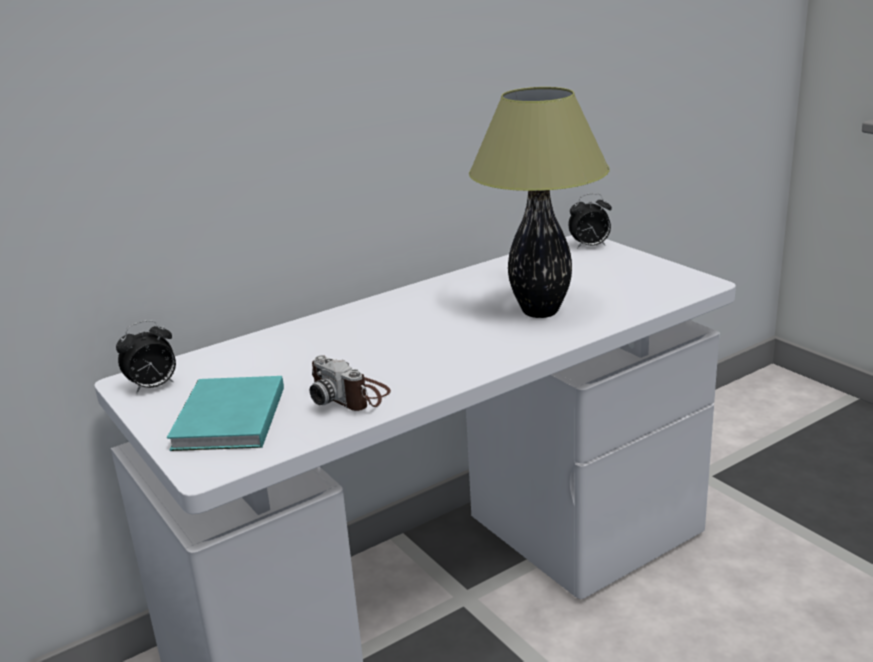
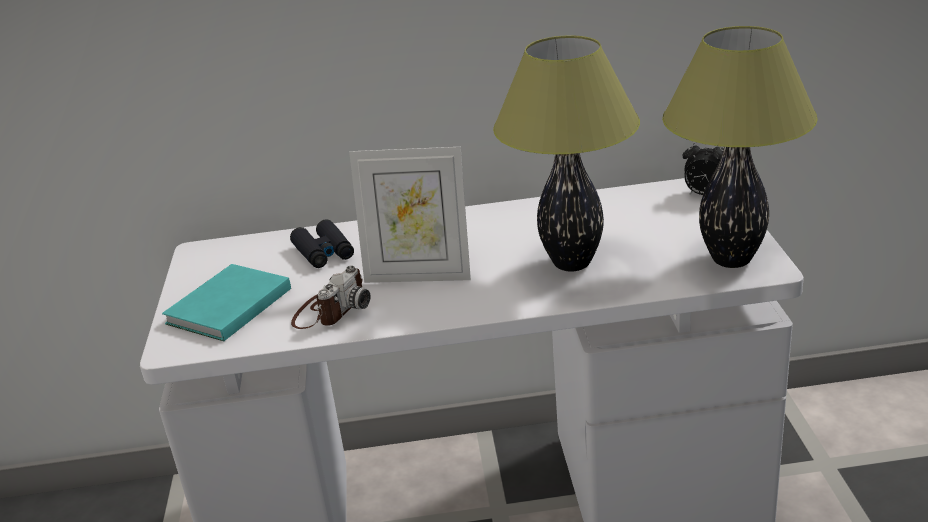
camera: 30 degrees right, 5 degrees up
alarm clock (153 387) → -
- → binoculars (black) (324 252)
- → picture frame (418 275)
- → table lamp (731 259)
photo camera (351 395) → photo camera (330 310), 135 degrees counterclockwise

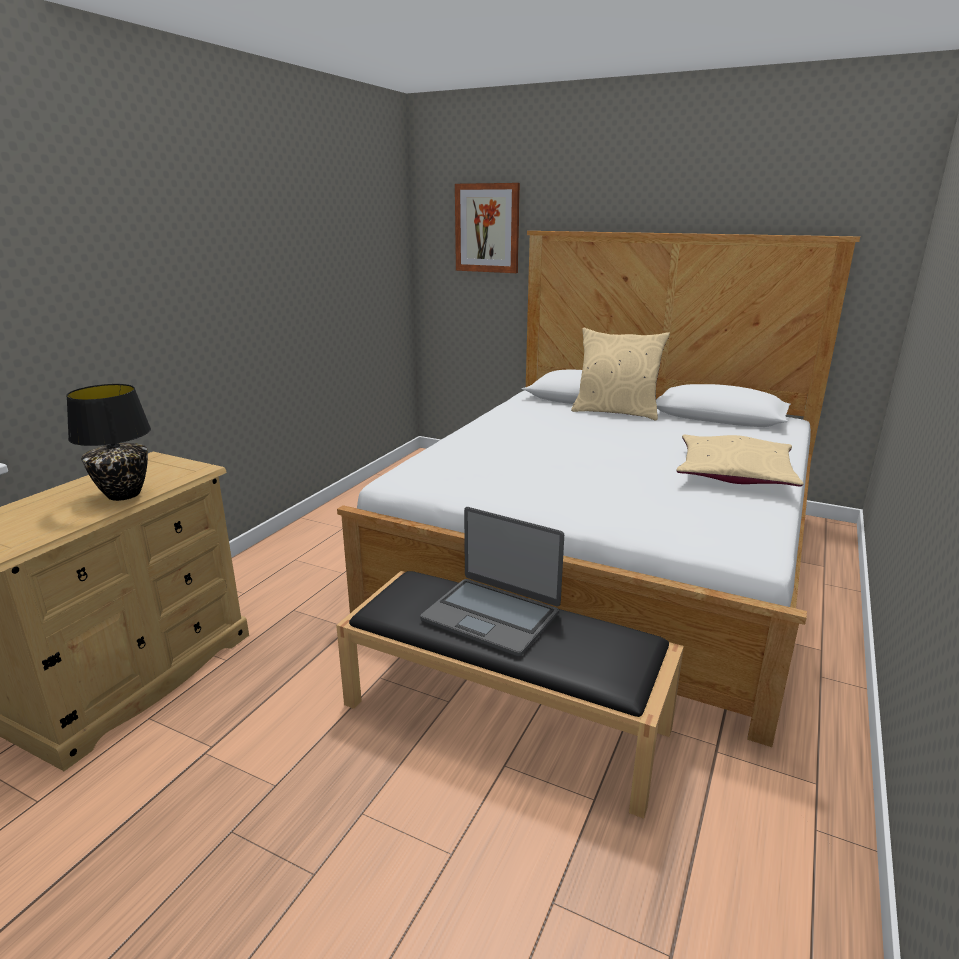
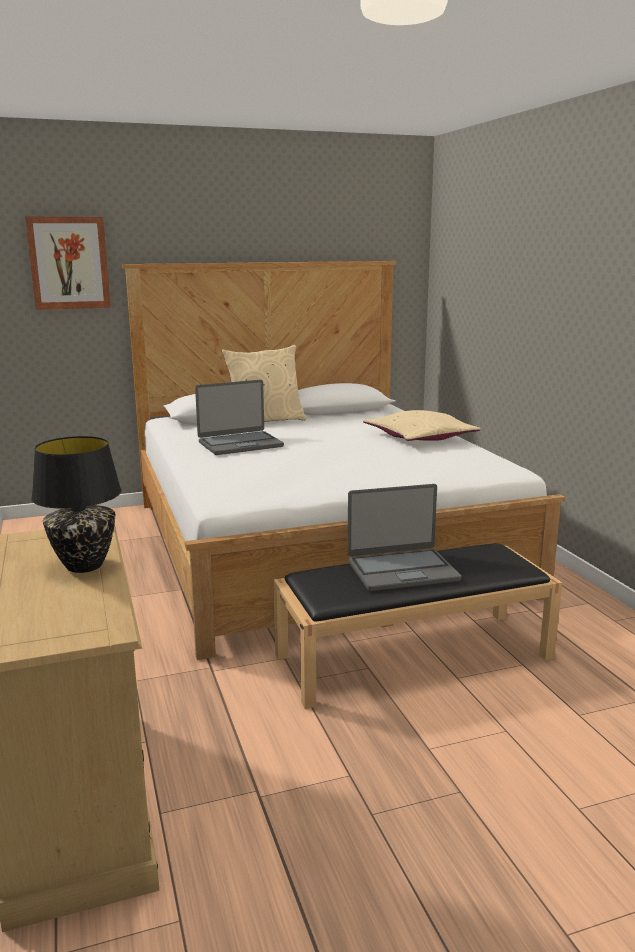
camera: 45 degrees left, 5 degrees down
- → laptop (240 444)

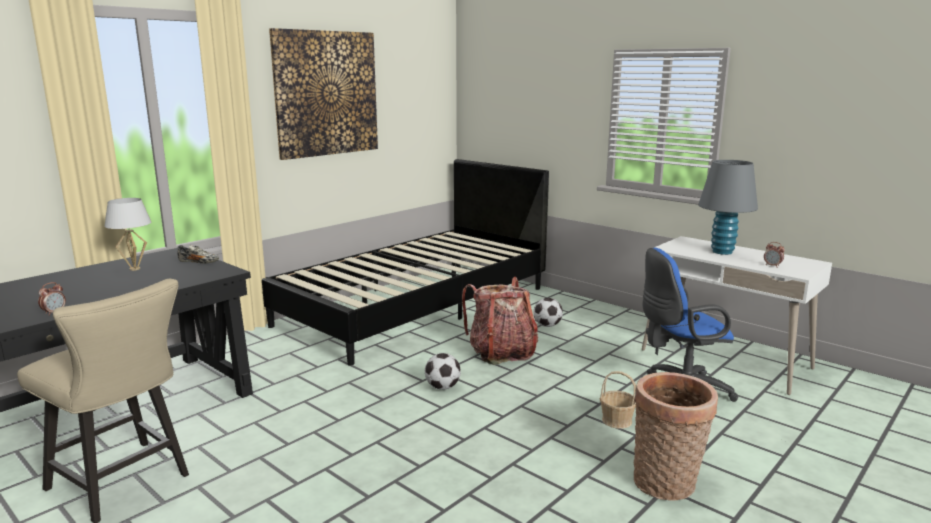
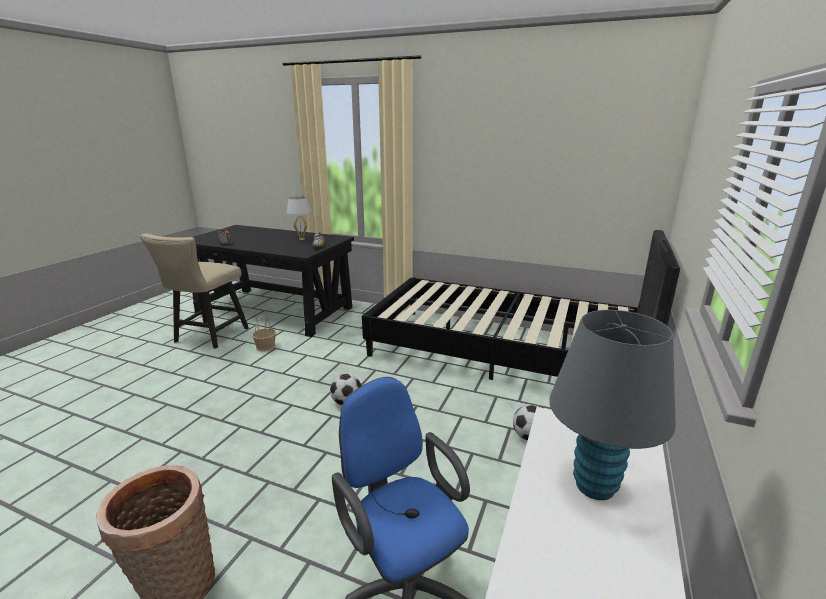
camera: 70 degrees right, 5 degrees up
picture (326 93) → -
backpack (501 353) → -
alarm clock (772 266) → -
basket (616 420) → basket (265 346), shifted

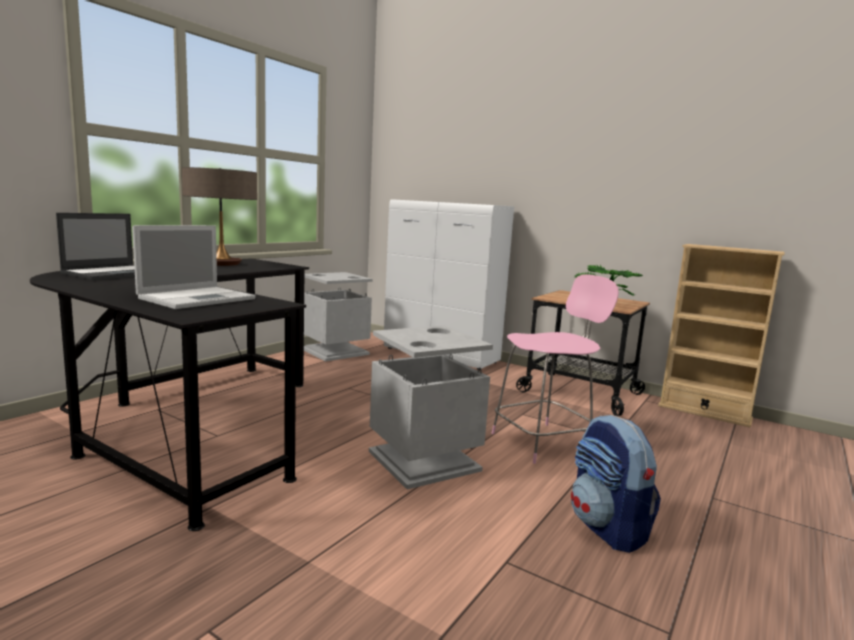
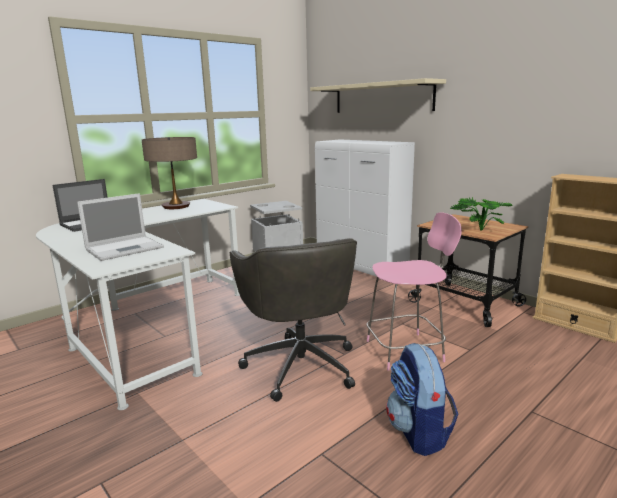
camera: 15 degrees right, 5 degrees up
- → shelf (beige) (382 98)
trash can (grey) (423 461) → office chair (grey) (300 364)
desk (black) (188 426) → desk (white) (149 327)

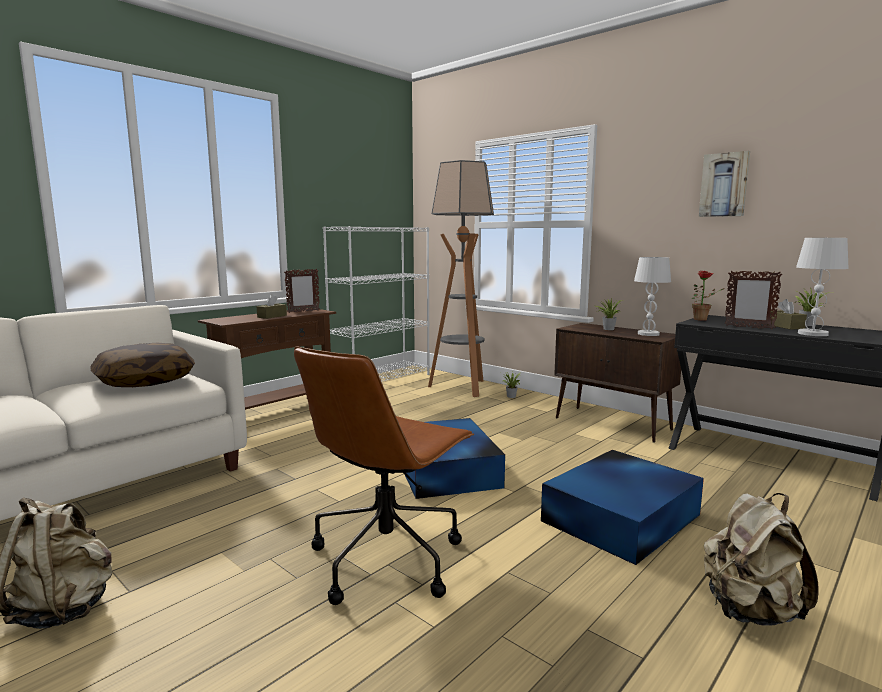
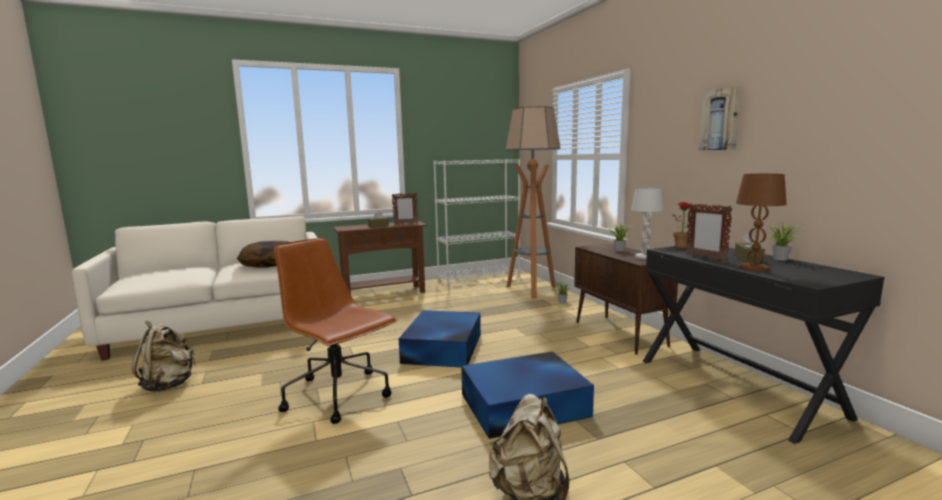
camera: 25 degrees right, 0 degrees up
table lamp (white) (813 334) → table lamp (brown) (754 268)
office chair (brown) (387 558) → office chair (brown) (339 396), 75 degrees clockwise

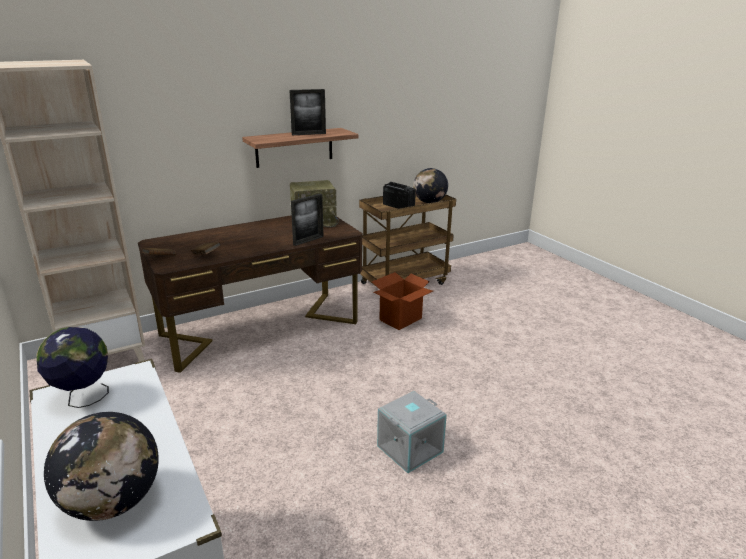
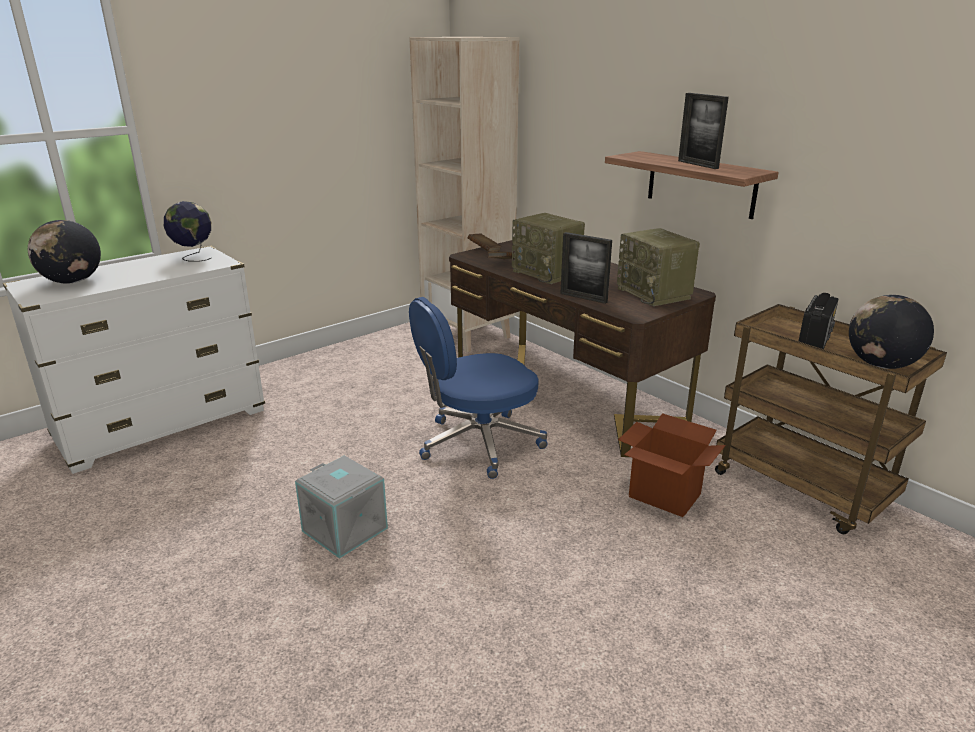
camera: 80 degrees right, 0 degrees up
- → office chair (blue) (478 444)
- → radio (548 273)

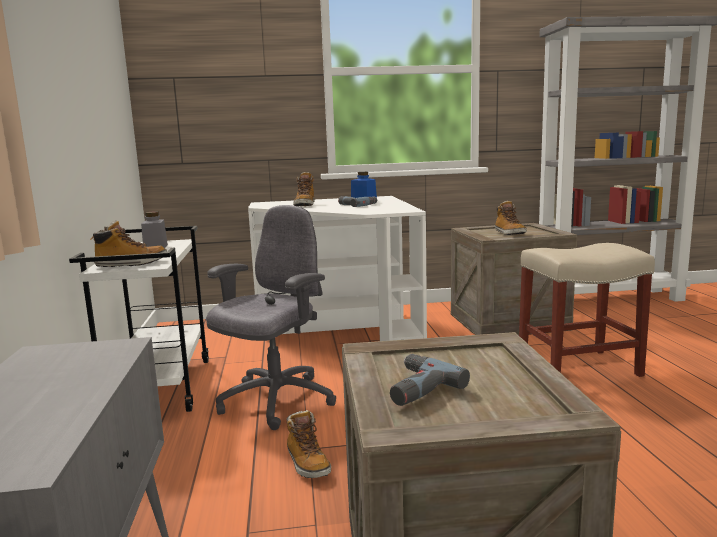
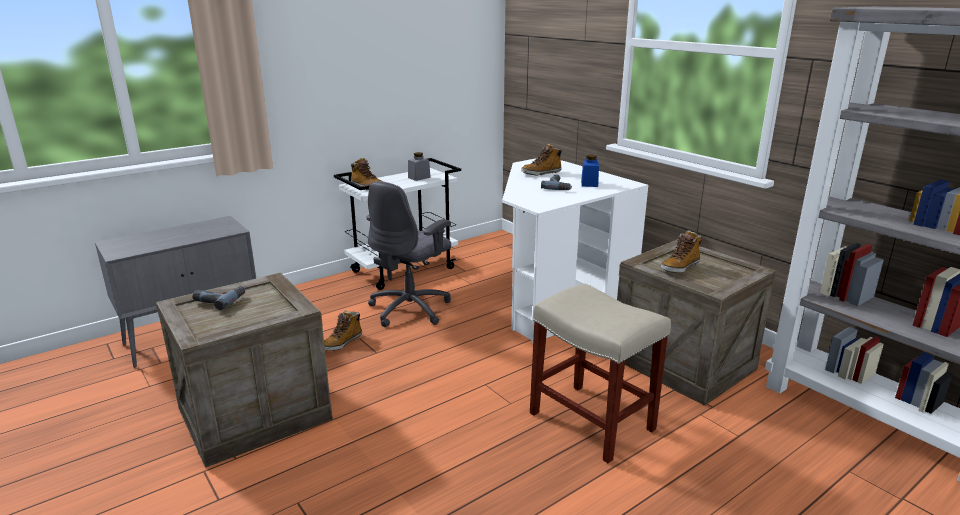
camera: 60 degrees right, 10 degrees up
office chair (grey) (275 402) → office chair (grey) (411 309), 120 degrees clockwise

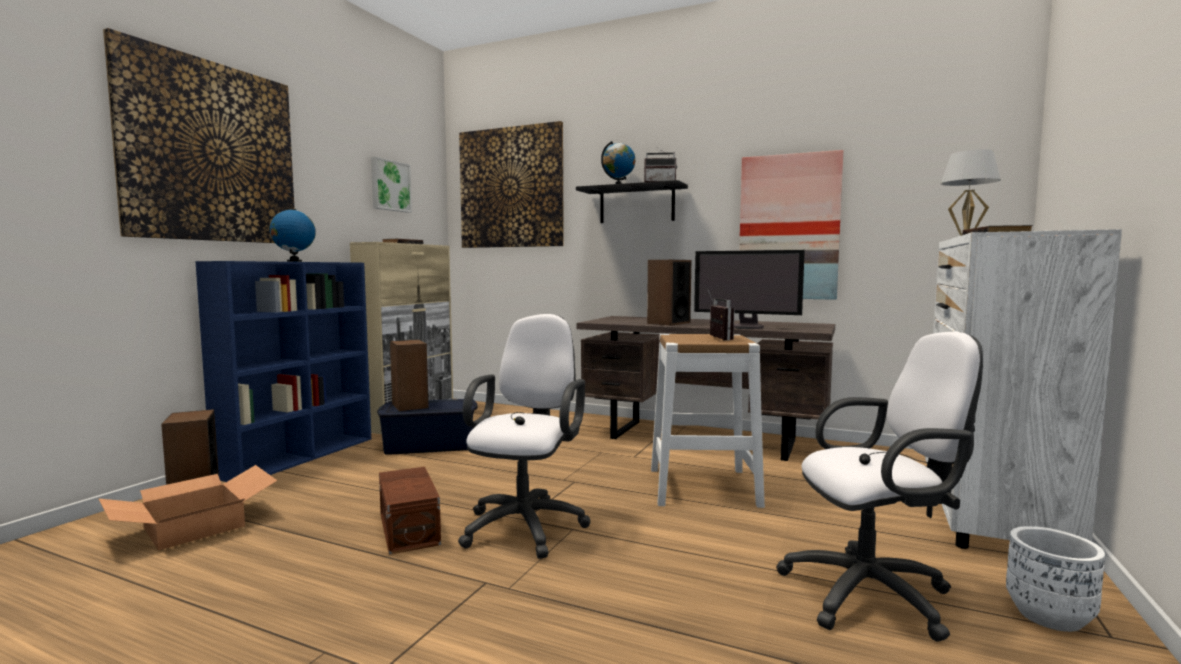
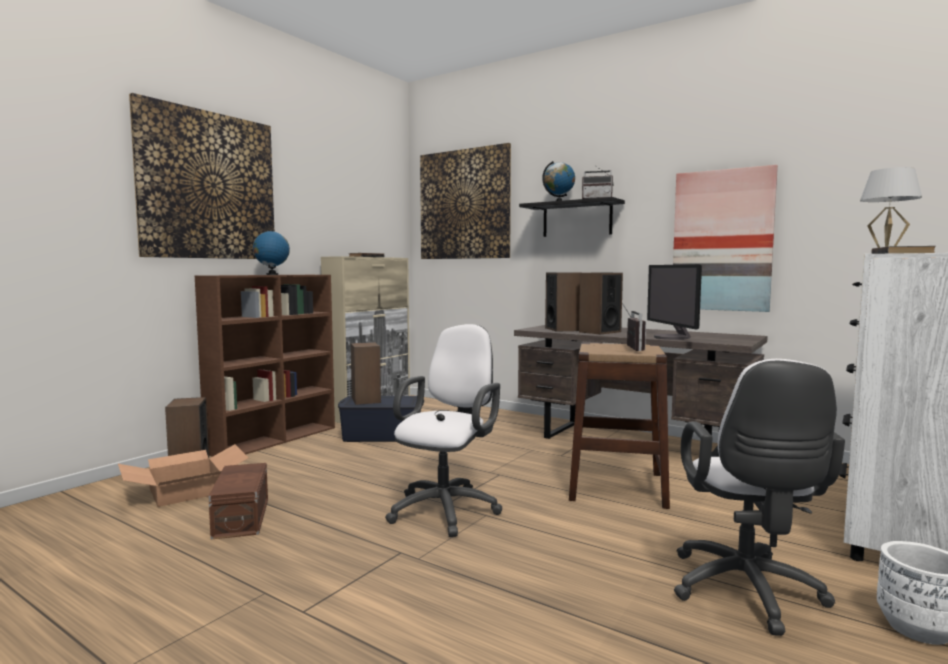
camera: 10 degrees right, 0 degrees up
picture (389 186) → -
- → speaker (562 329)
storage box (brown) (410 528) → storage box (brown) (243 517), shifted
bookcase (blue) (300 456) → bookcase (brown) (275 439)
stool (white) (702 486) → stool (brown) (616 486)
monitor (746 327) → monitor (672 337), 45 degrees clockwise
office chair (white) (875 595) → office chair (white) (747 594), 90 degrees clockwise

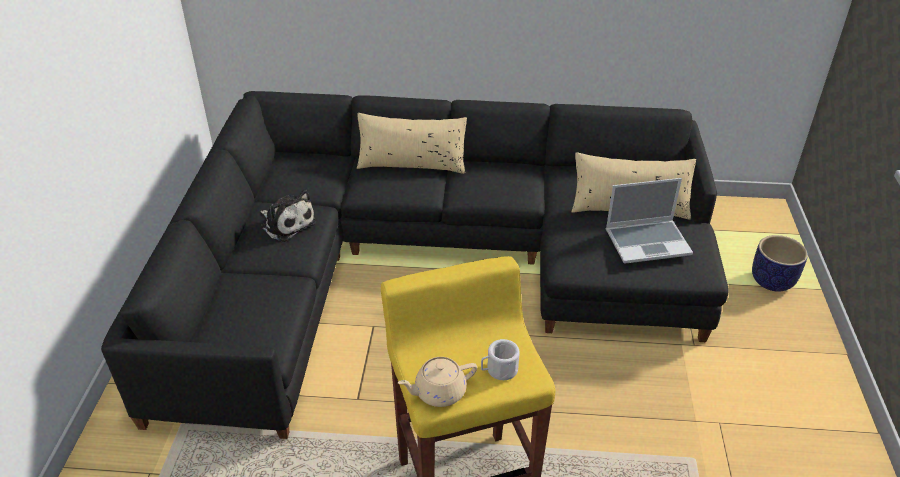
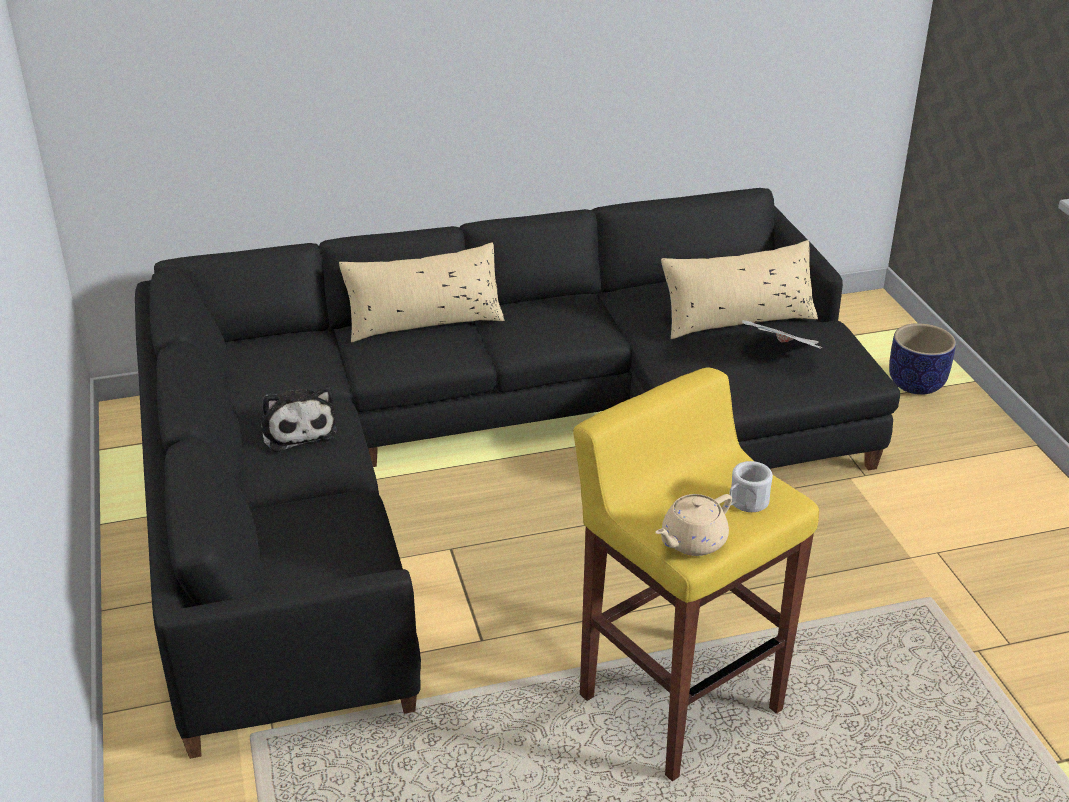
camera: 20 degrees left, 5 degrees down
laptop (648 242) → newspaper (783 354)
plush toy (287 223) → plush toy (297 429), 45 degrees clockwise

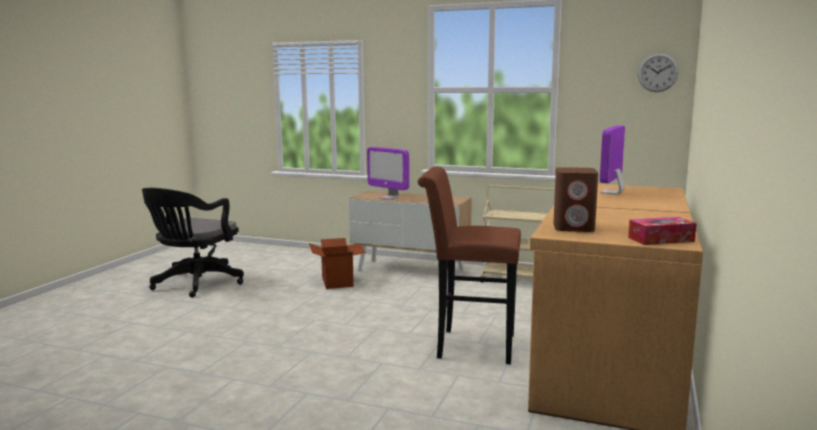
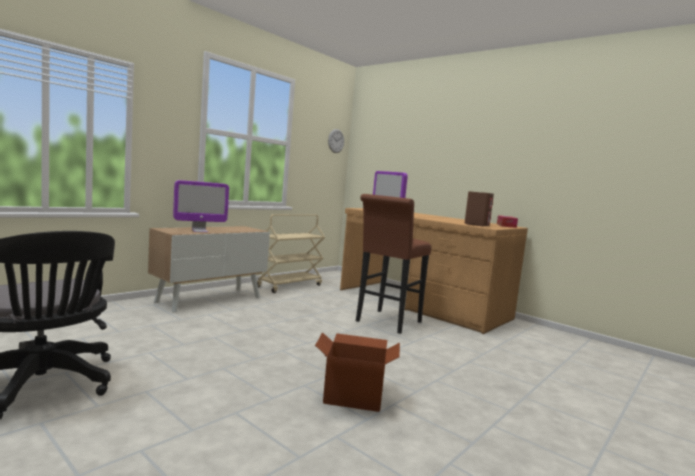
camera: 70 degrees left, 5 degrees down
cardboard box (338 282) → cardboard box (353 397), shifted

